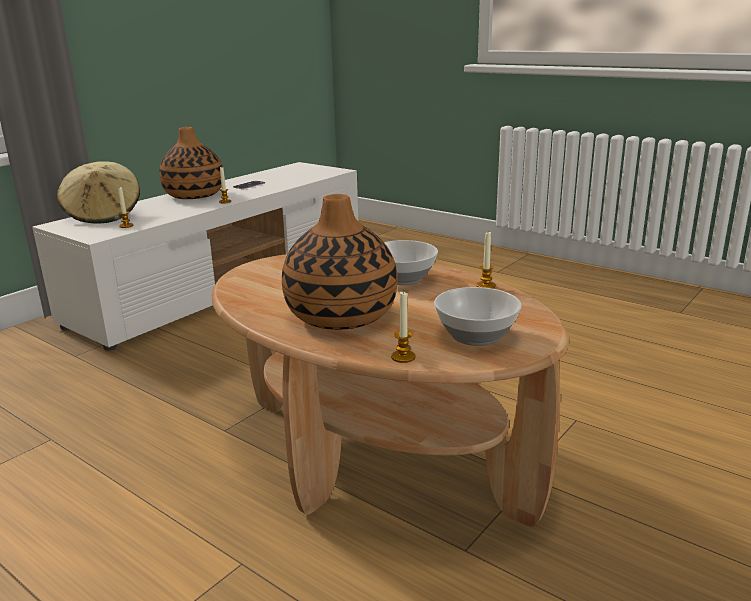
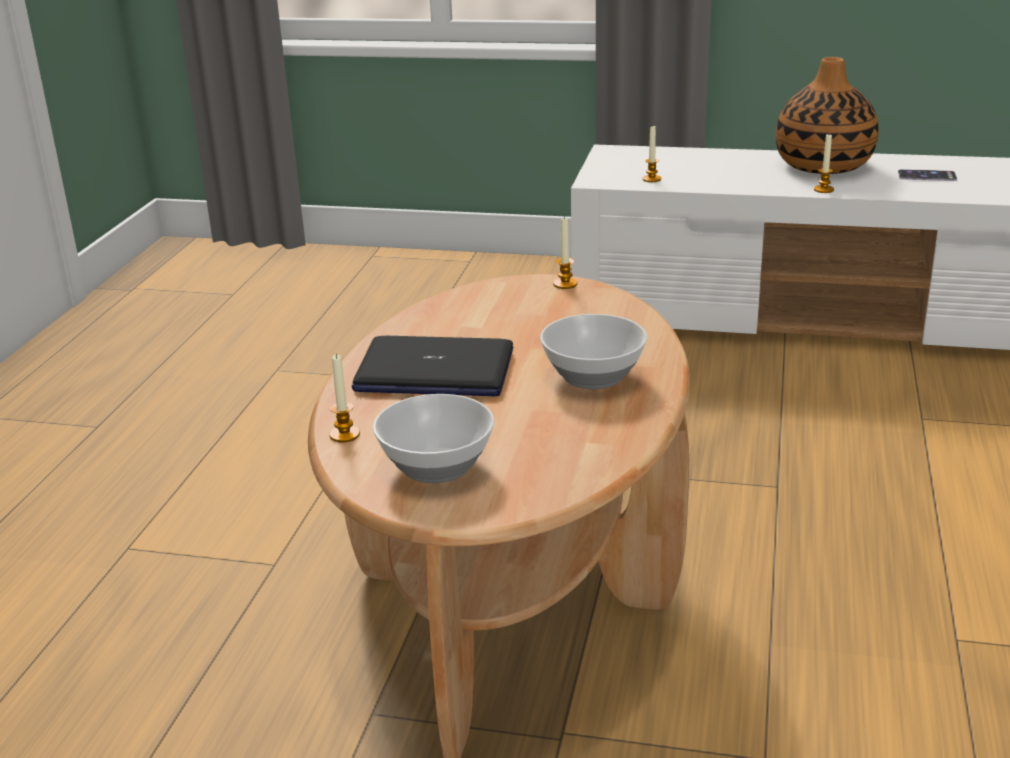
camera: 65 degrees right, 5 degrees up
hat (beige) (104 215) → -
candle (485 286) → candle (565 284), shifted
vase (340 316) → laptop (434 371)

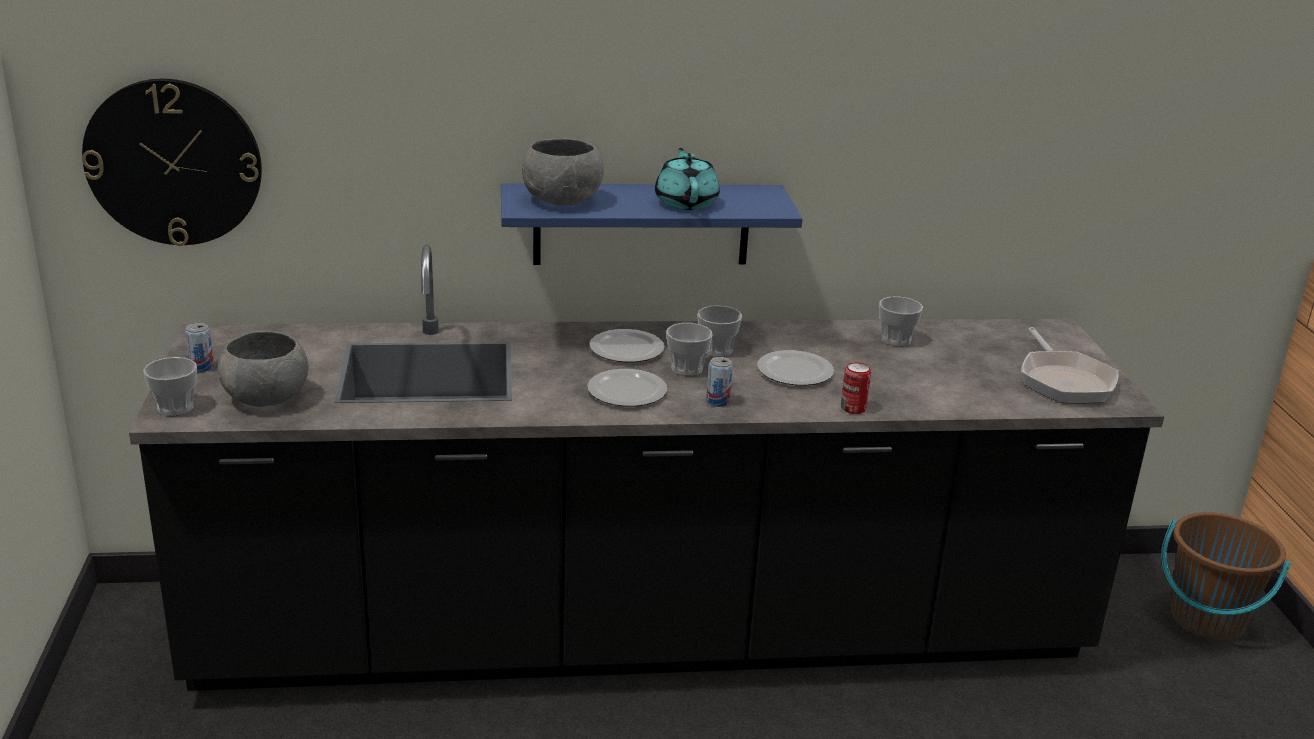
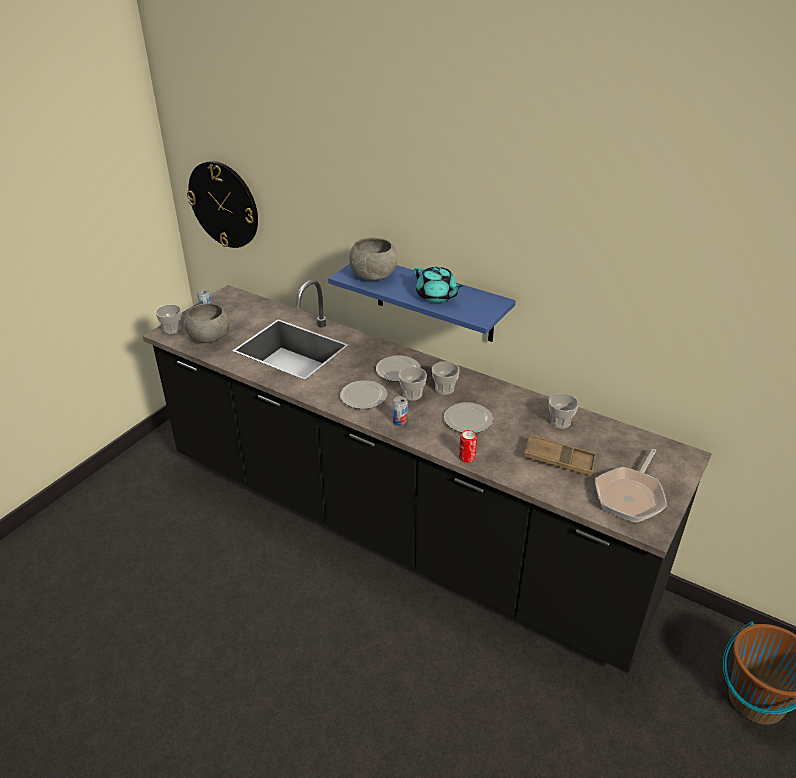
camera: 40 degrees right, 10 degrees up
- → tray (brown) (559 459)
teapot (turquoise) (686 202) → teapot (turquoise) (436 296), 105 degrees clockwise

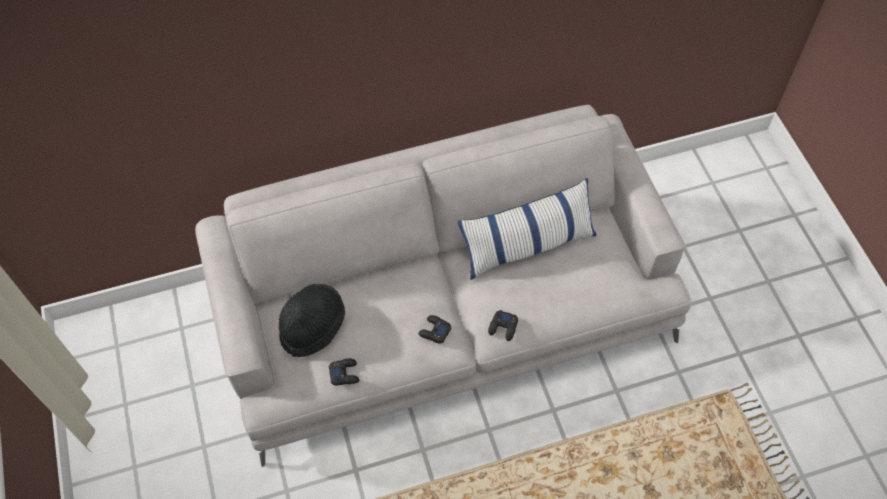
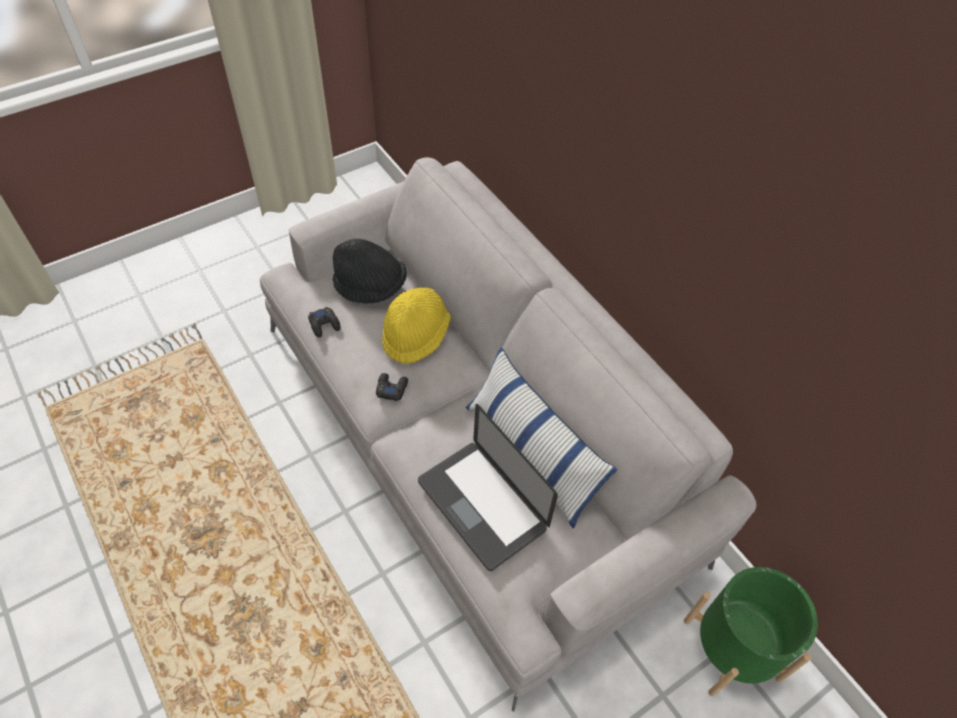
camera: 70 degrees right, 5 degrees down
game controller (black) (503 327) → -
- → hat (yellow) (415 334)
- → laptop (482 505)
- → planter (green) (731 649)

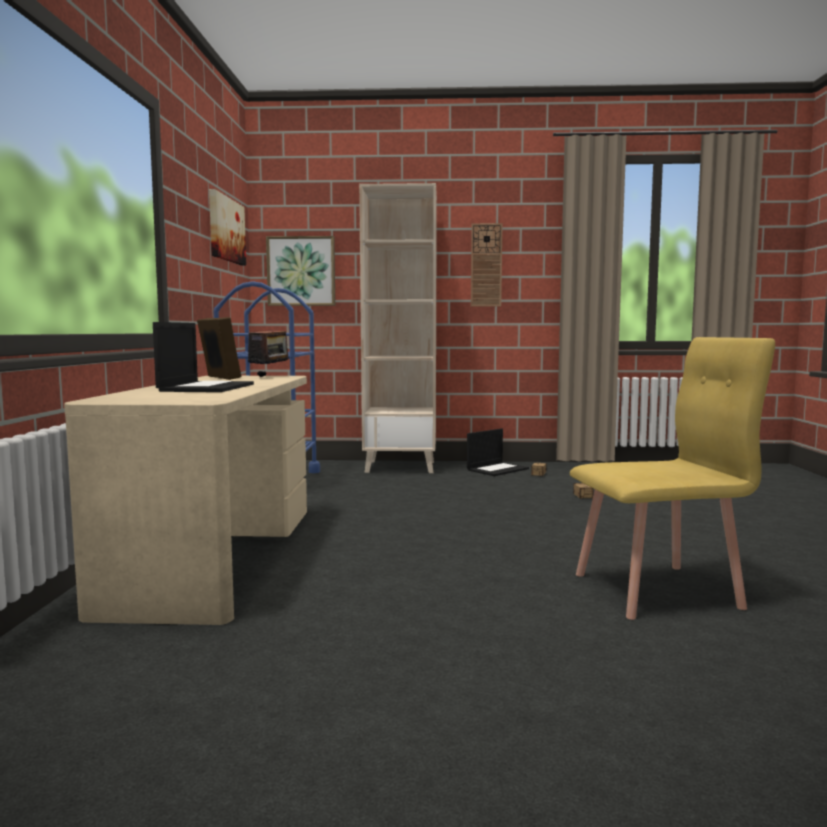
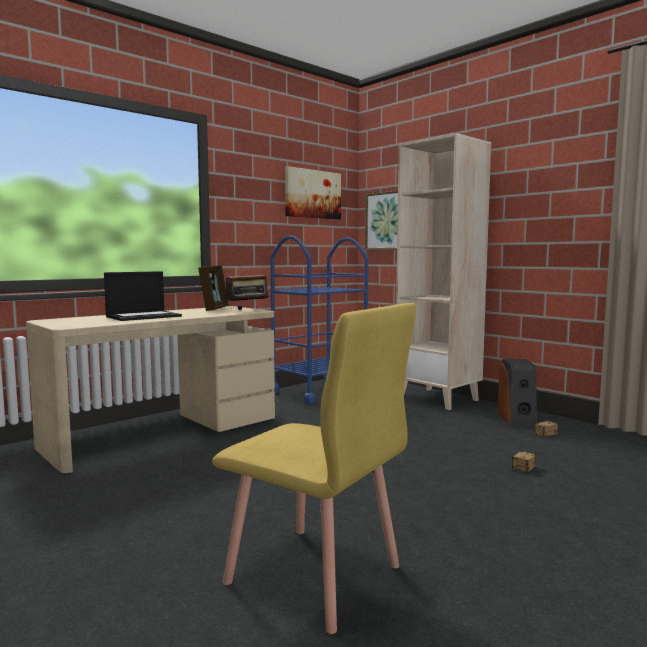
camera: 45 degrees right, 0 degrees up
wall clock (486 265) → -
laptop (497 469) → speaker (517 420)

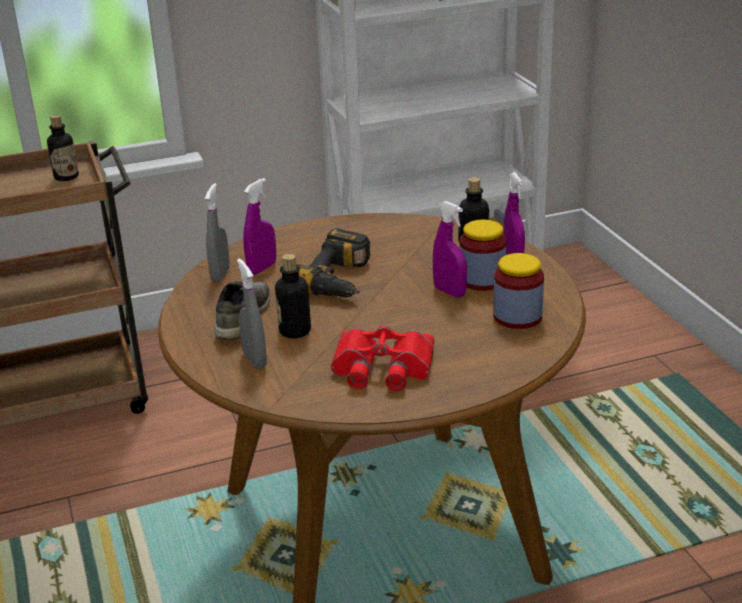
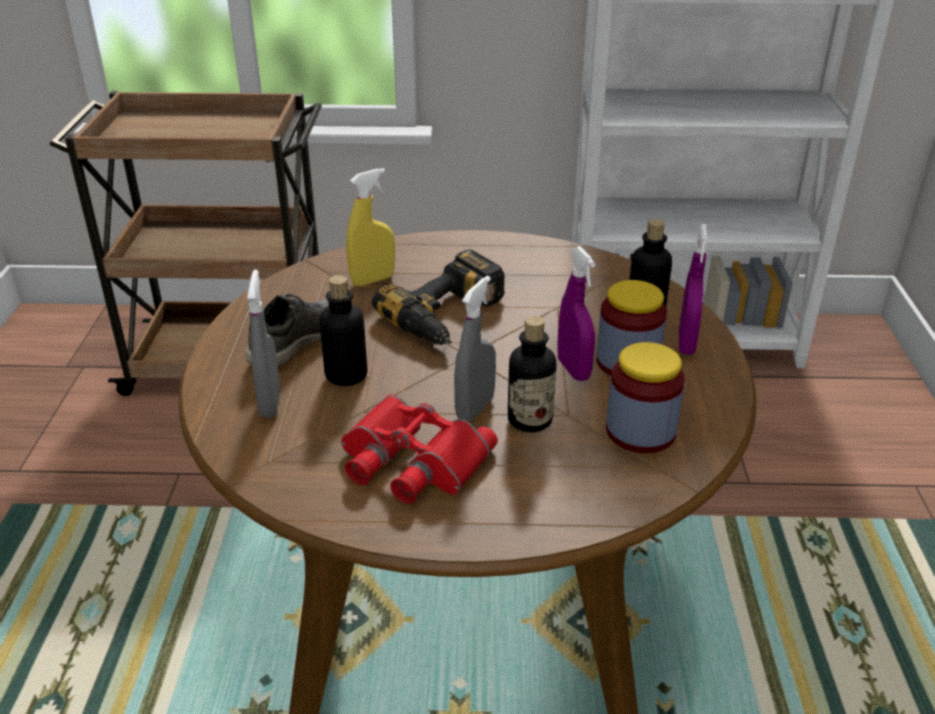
camera: 20 degrees right, 5 degrees up
bottle (66 177) → bottle (530 420), shifted
spray bottle (grey) (220 274) → spray bottle (grey) (475 408), shifted
spray bottle (purple) (262 268) → spray bottle (yellow) (373 280)

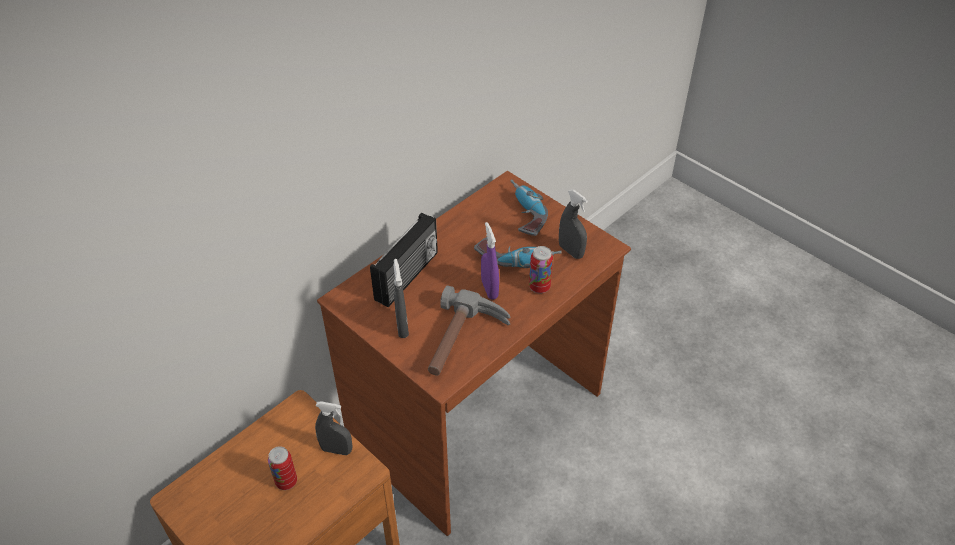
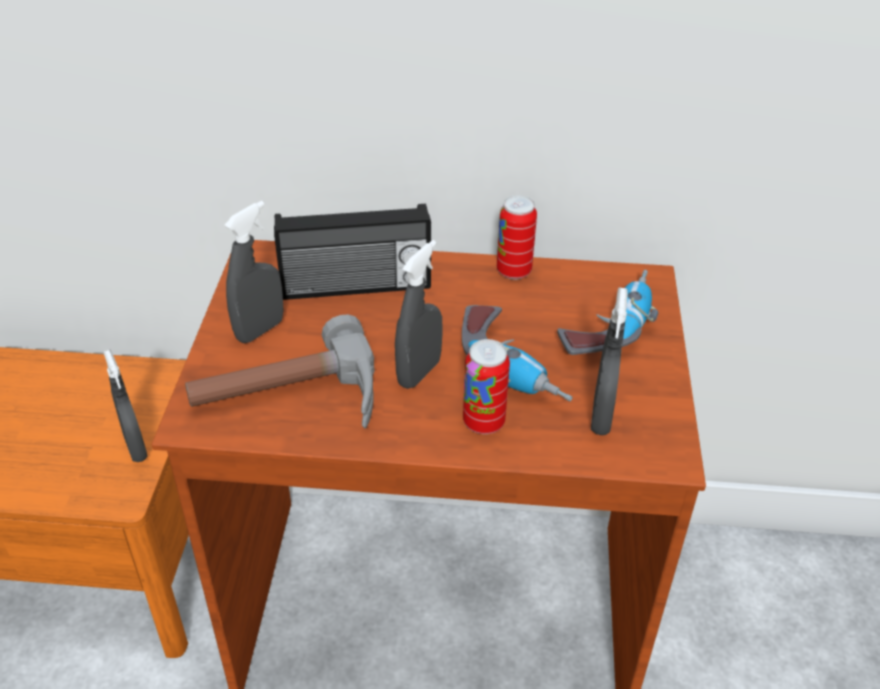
camera: 50 degrees right, 5 degrees down
can (286 481) → can (513 271), shifted
spray bottle (purple) (489 289) → spray bottle (grey) (419 373)

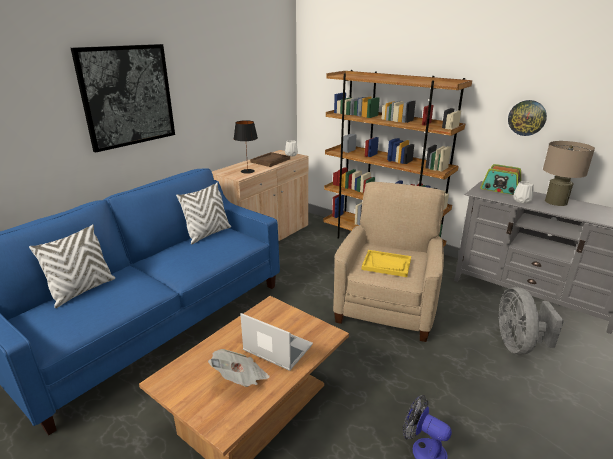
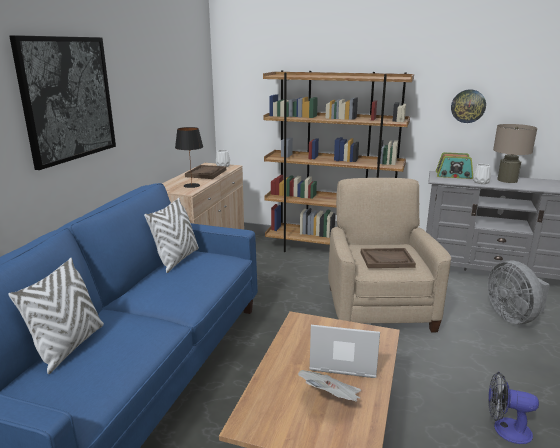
camera: 20 degrees left, 5 degrees down
tray (yellow) (386 264) → tray (brown) (387 259)

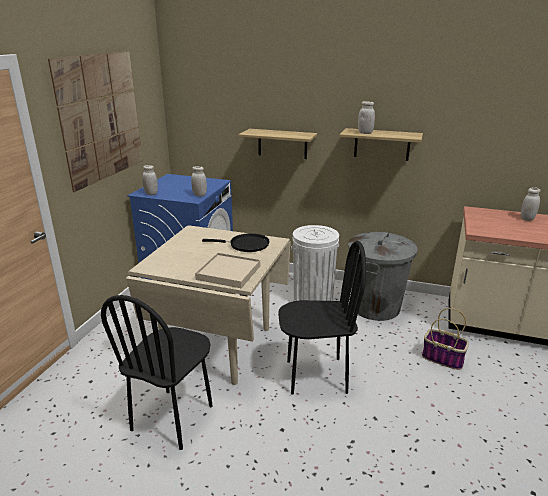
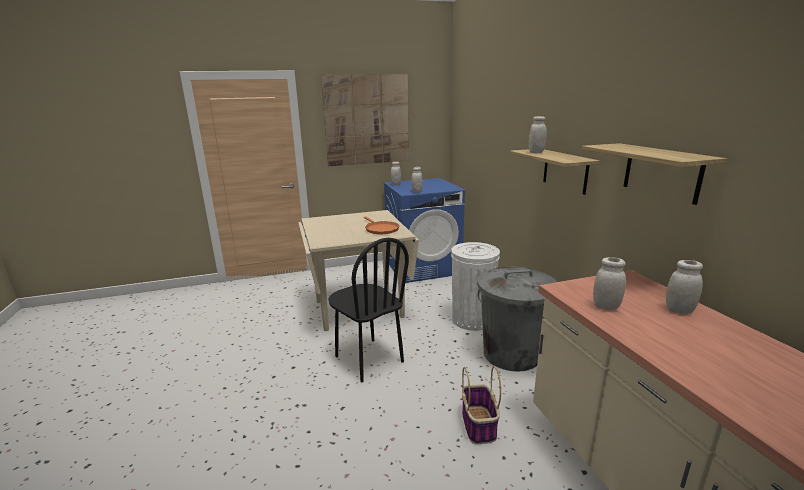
camera: 55 degrees right, 5 degrees down
chair (black) (173 418) → -
tray (beige) (229 273) → -
- → jar (white) (606 306)
shelf (282 144) → shelf (661 172), shifted
frying pan (black) (246 245) → frying pan (orange) (380 229)

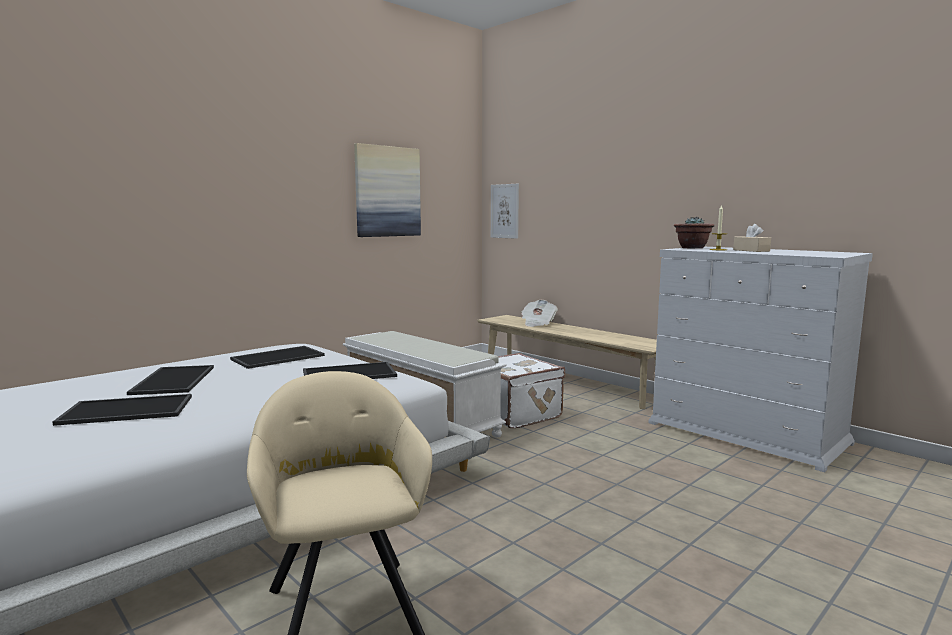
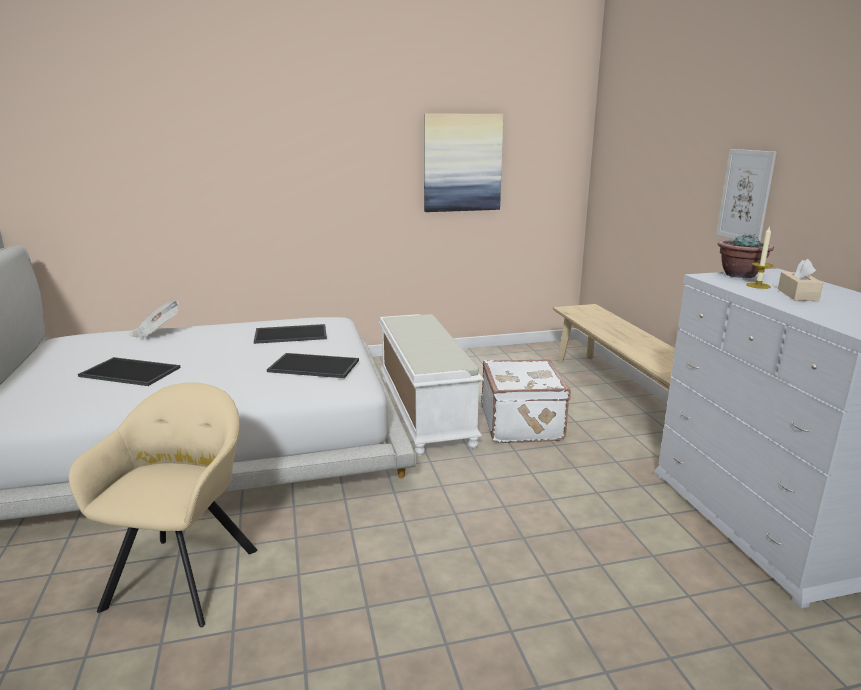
camera: 30 degrees right, 10 degrees up
tray (172 380) → -
picture (504 211) → picture (745 196), shifted
newspaper (537 323) → newspaper (156 332), shifted

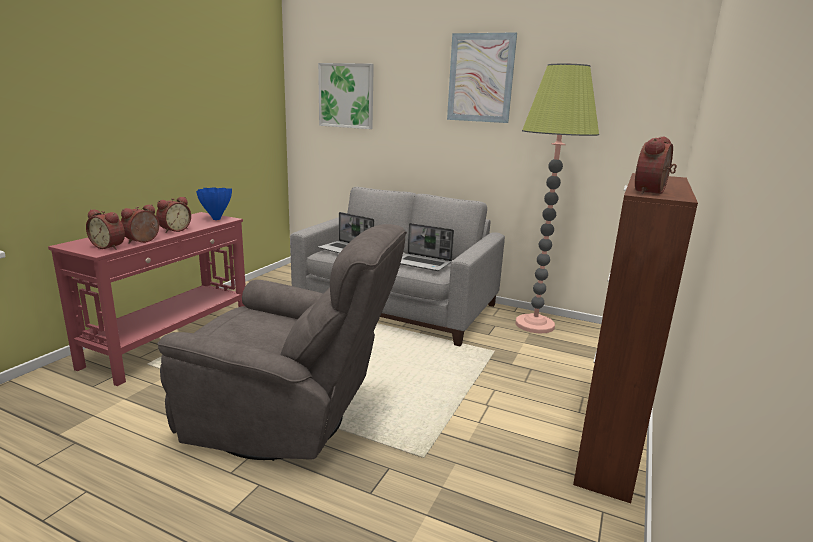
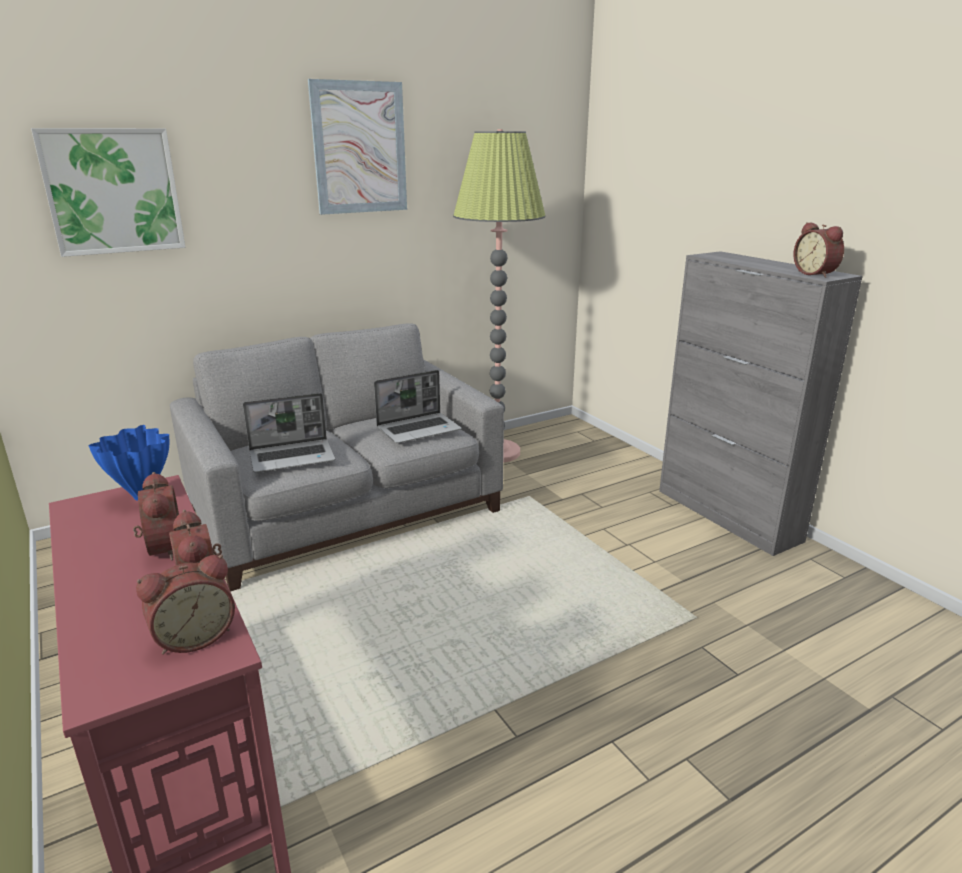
camera: 55 degrees left, 5 degrees up
armchair (grey) (289 421) → -
cabinet (brown) (607 445) → cabinet (grey) (727 515)

